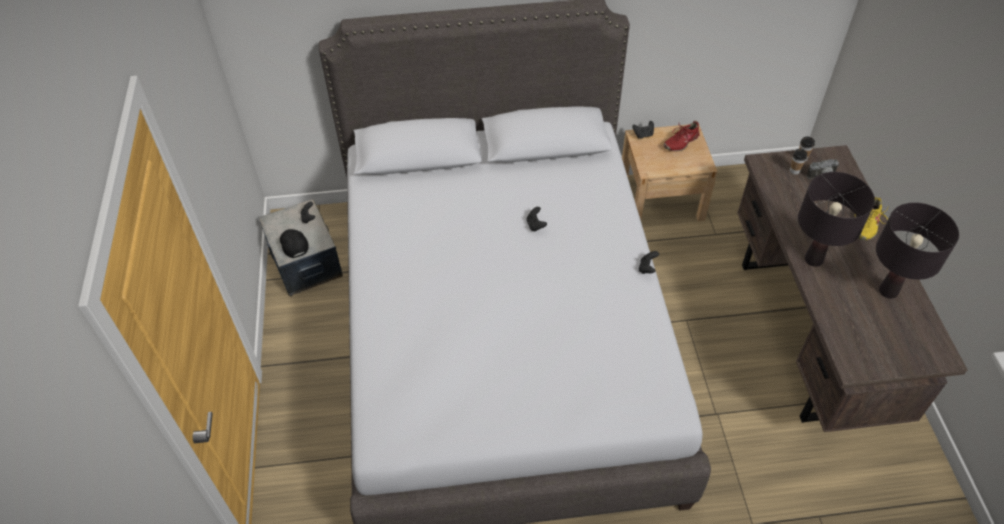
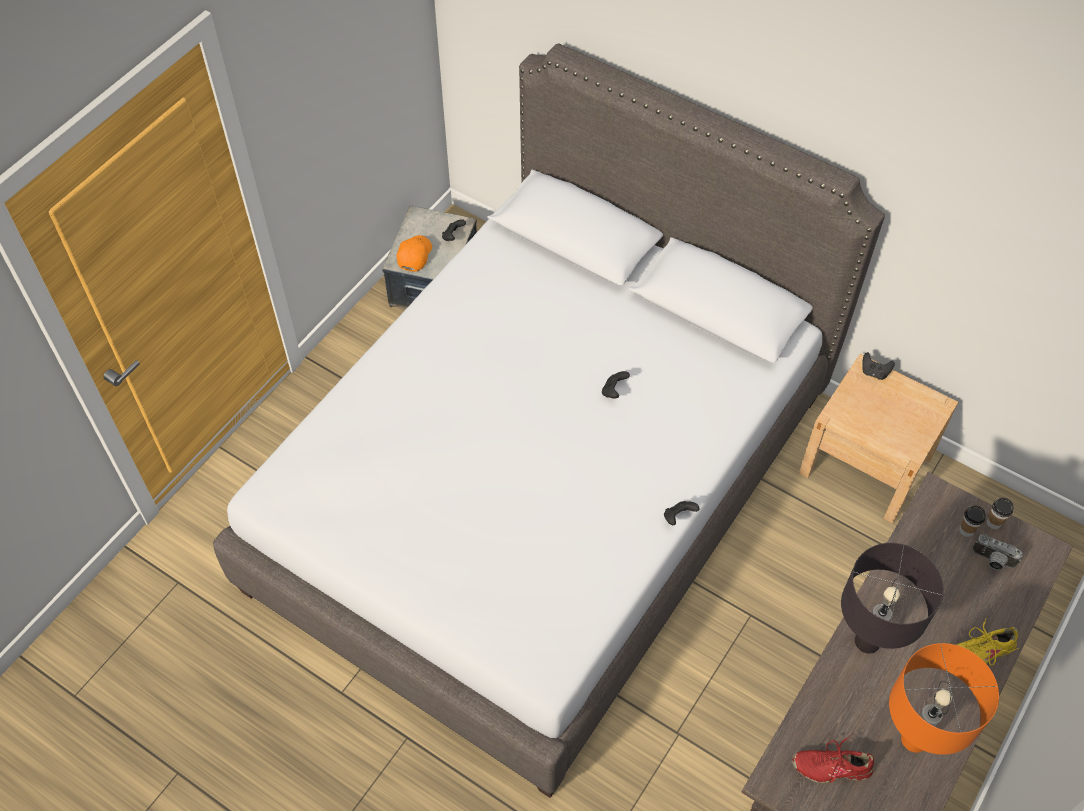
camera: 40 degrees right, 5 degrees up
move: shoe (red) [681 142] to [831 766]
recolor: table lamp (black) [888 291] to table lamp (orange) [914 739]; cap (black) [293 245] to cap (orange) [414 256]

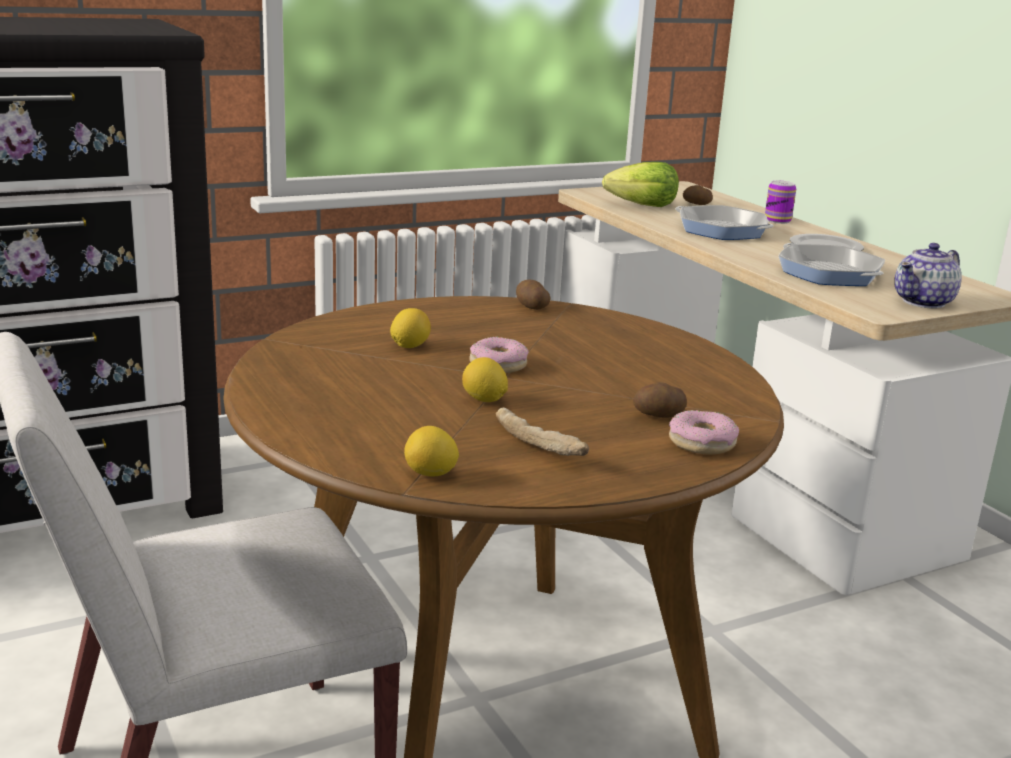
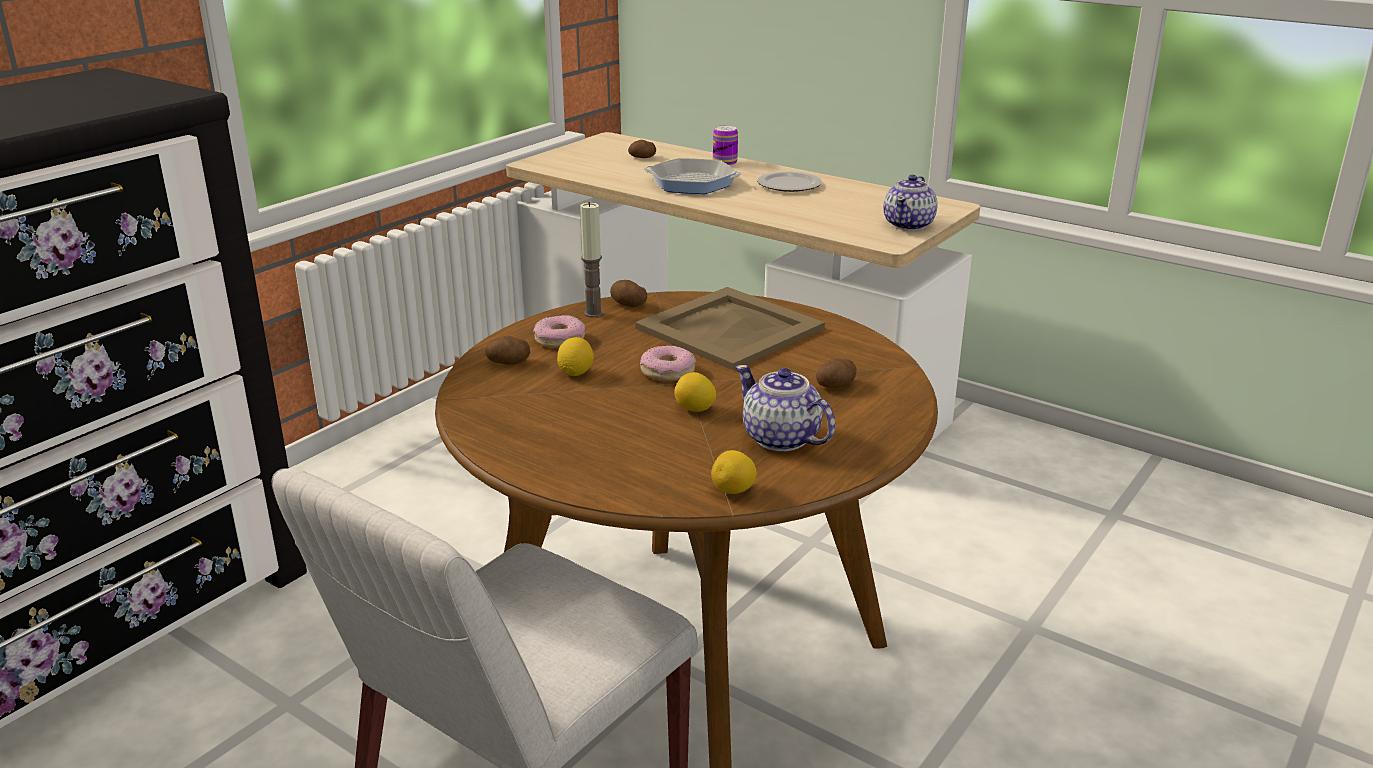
camera: 25 degrees left, 5 degrees up
delete: lettuce [642 206]; frying pan [829 273]
insert: candle [593 313]; tray (beige) [728 328]; potato [508 363]
move: donut [701 442] to [559 339]
replace: bread [539 445] to teapot [781 439]

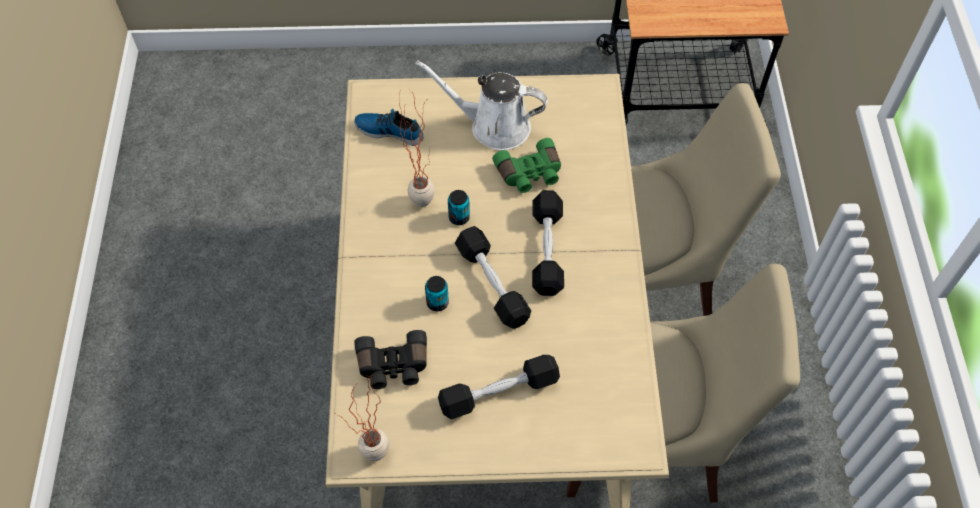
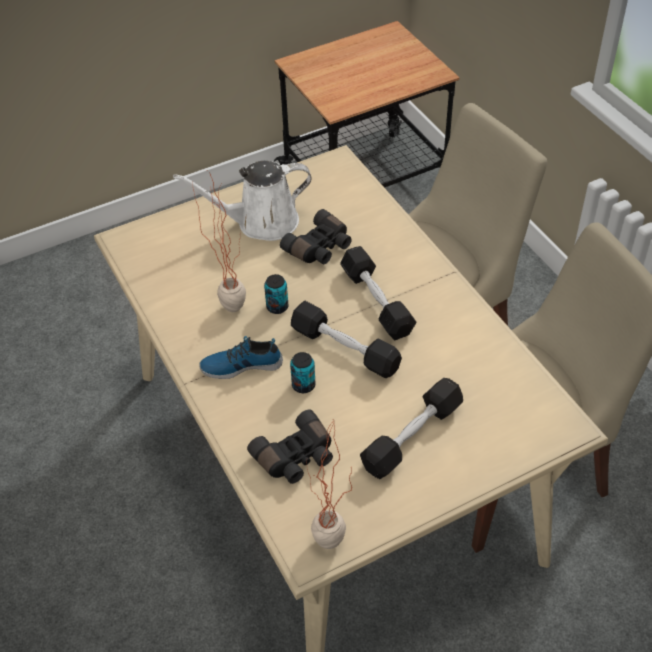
camera: 25 degrees left, 10 degrees down
move: shoe [389 130] to [241 364]
recolor: binoculars (green) [530 174] to binoculars (black) [320 248]

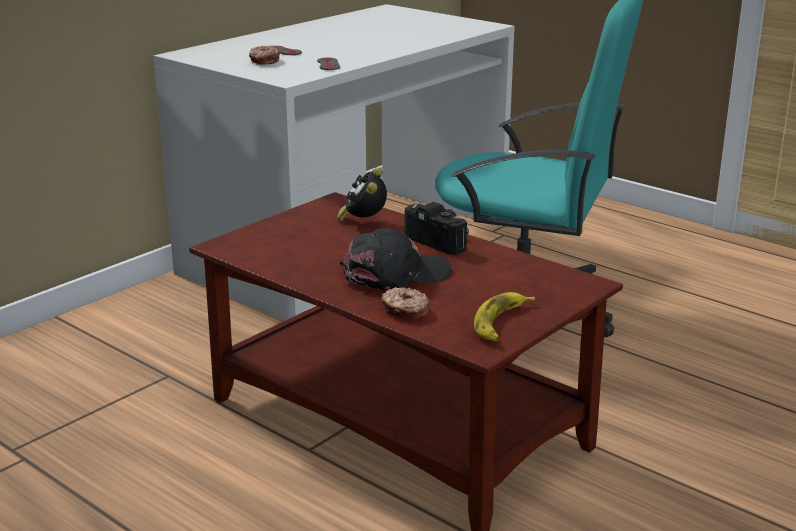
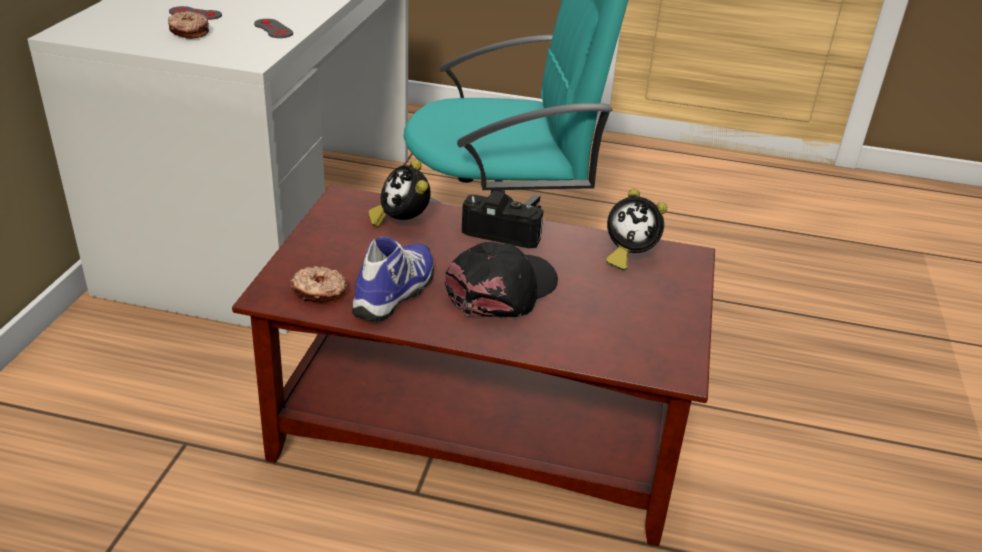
camera: 30 degrees left, 10 degrees up
delete: banana [501 322]
insert: alarm clock [628 256]; shoe [397 293]
move: donut [405 310] to [319 292]

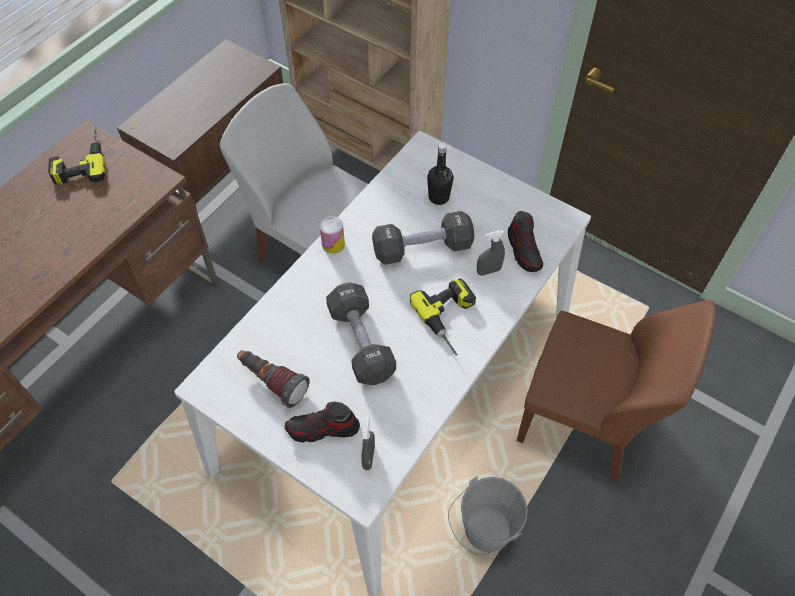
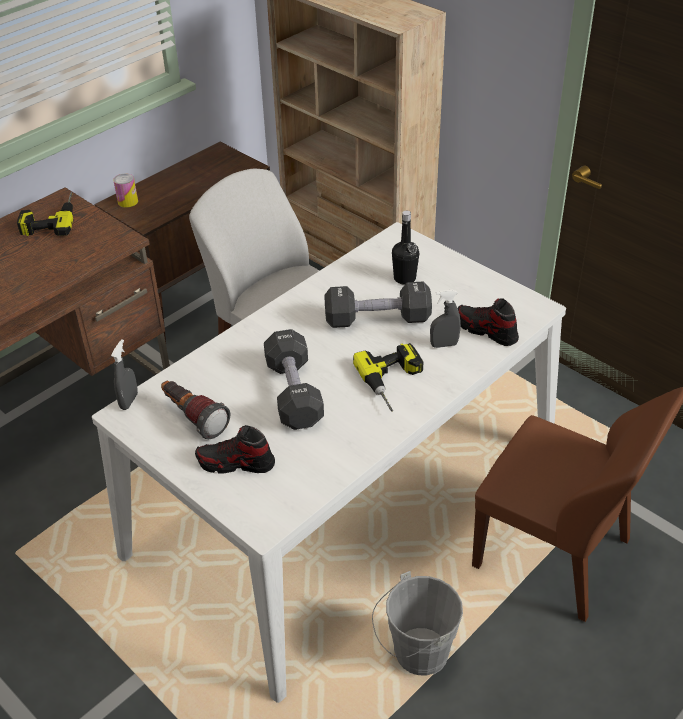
camera: 10 degrees right, 15 degrees down
move: can [333 244] to [128 202]; spray bottle (grey) [368 457] to [129 401]
rotate: shoe [524 250] = [486 331] 135 degrees clockwise

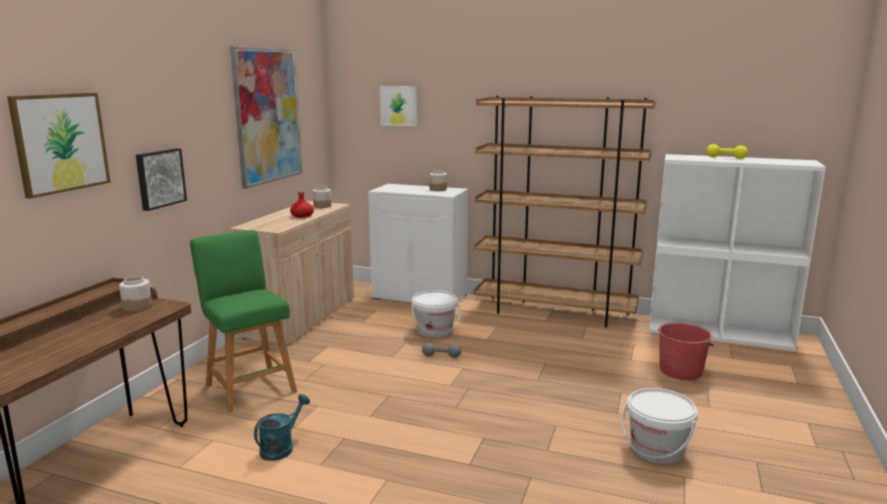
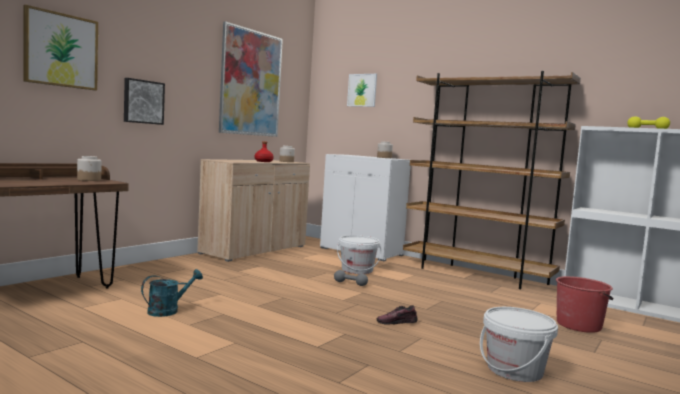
camera: 15 degrees right, 10 degrees down
delete: stool (green) [249 386]
insert: shoe [397 322]

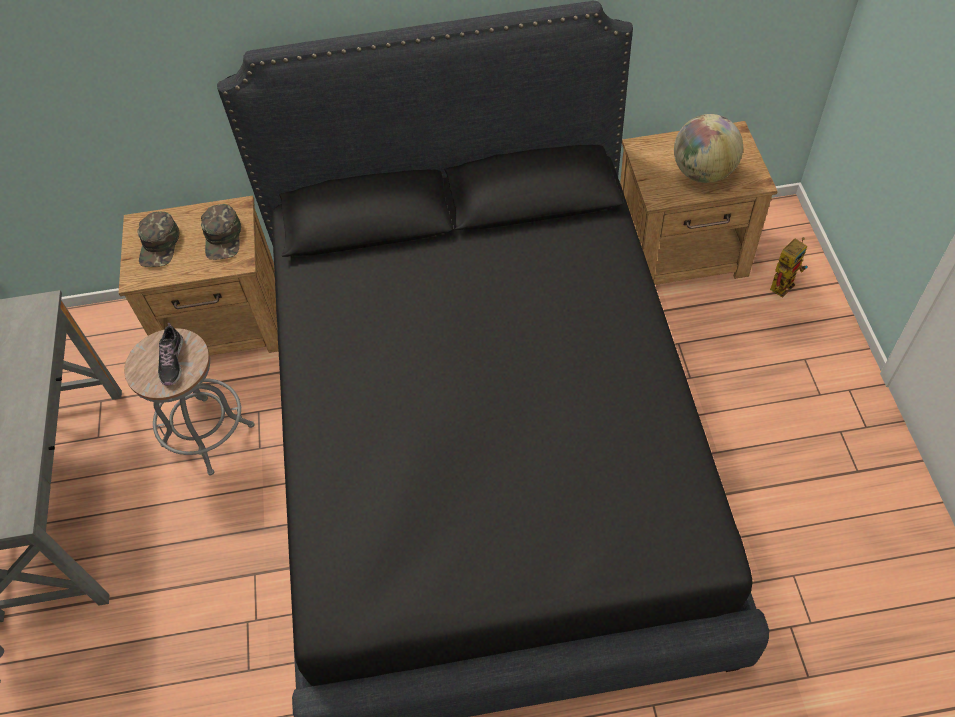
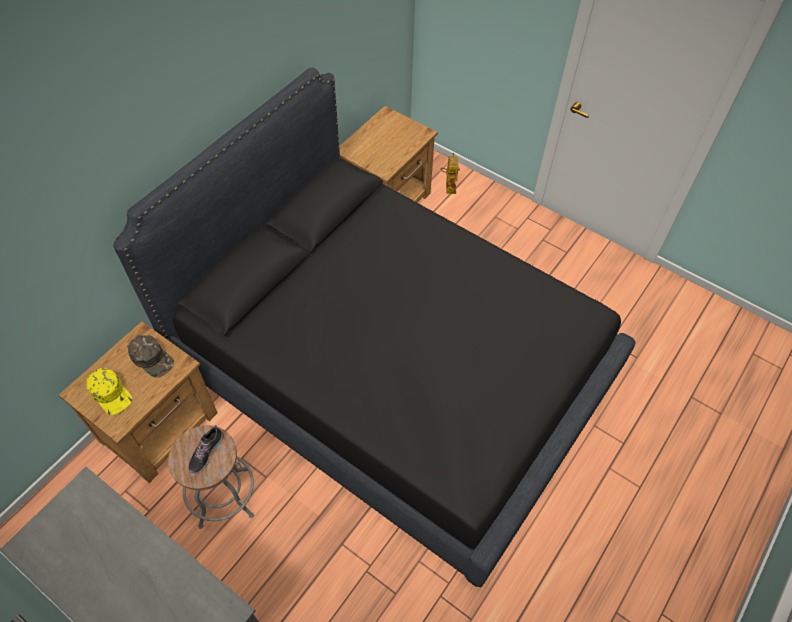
camera: 50 degrees left, 0 degrees up
delete: globe [703 172]
recolor: cap (green) [159 245] to cap (yellow) [111 393]
rotate: shoe [172 361] = [206 452] 75 degrees clockwise

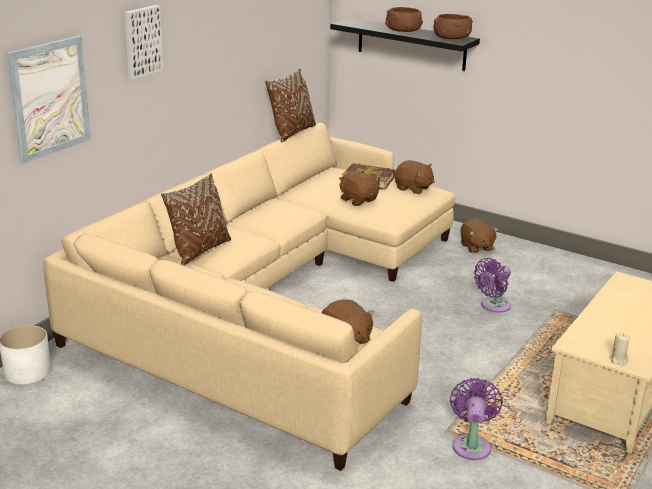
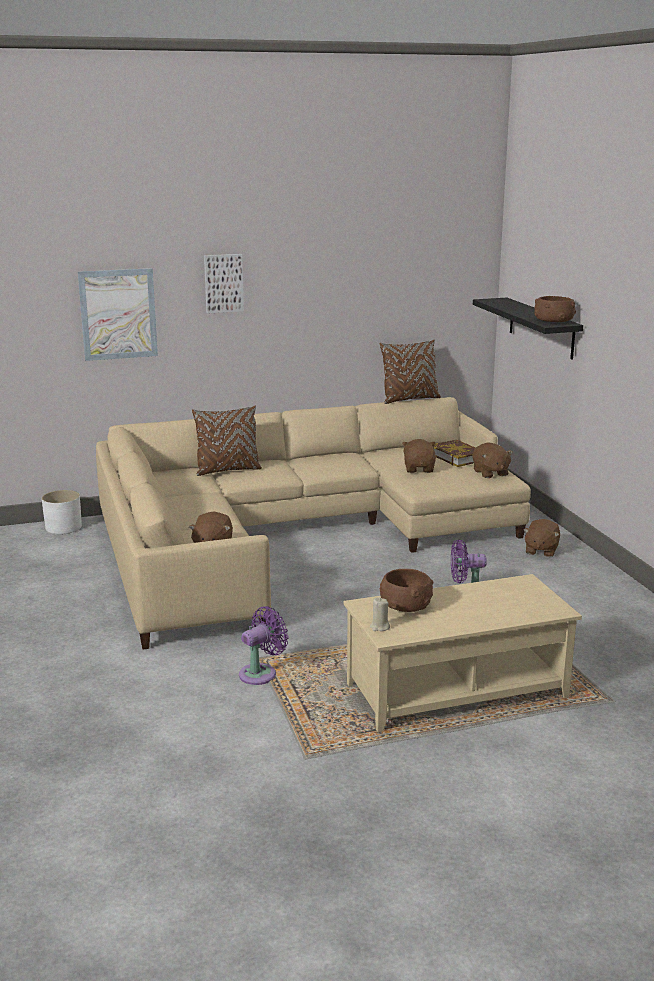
camera: 40 degrees right, 5 degrees down
move: bowl (brown) [402 30] to [405 605]

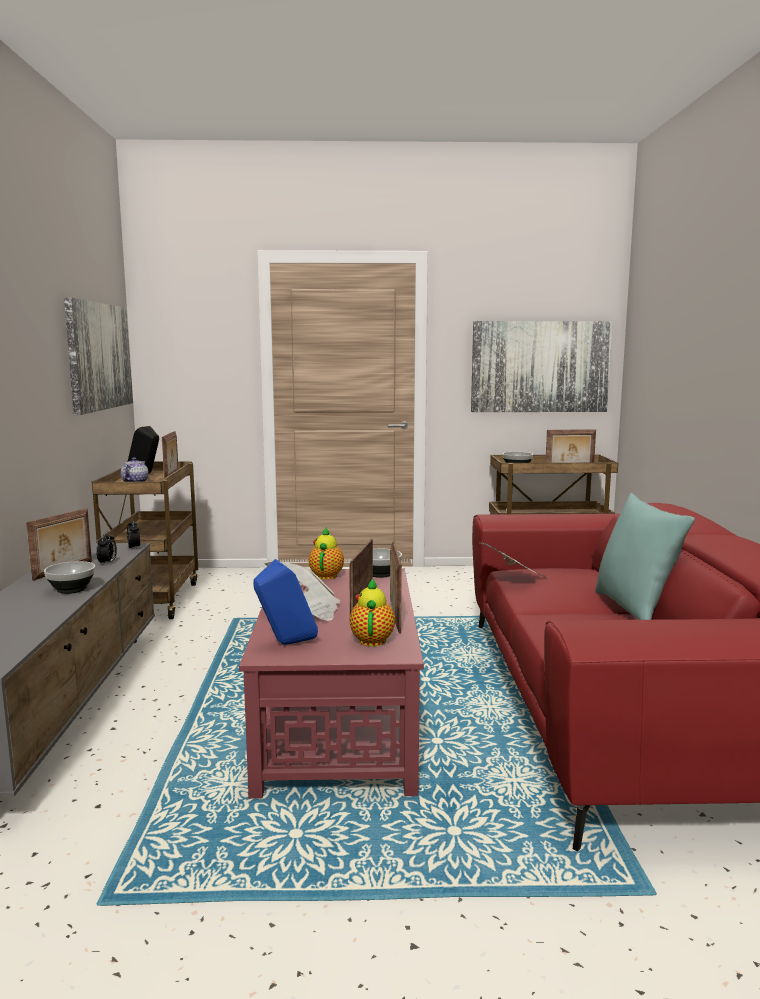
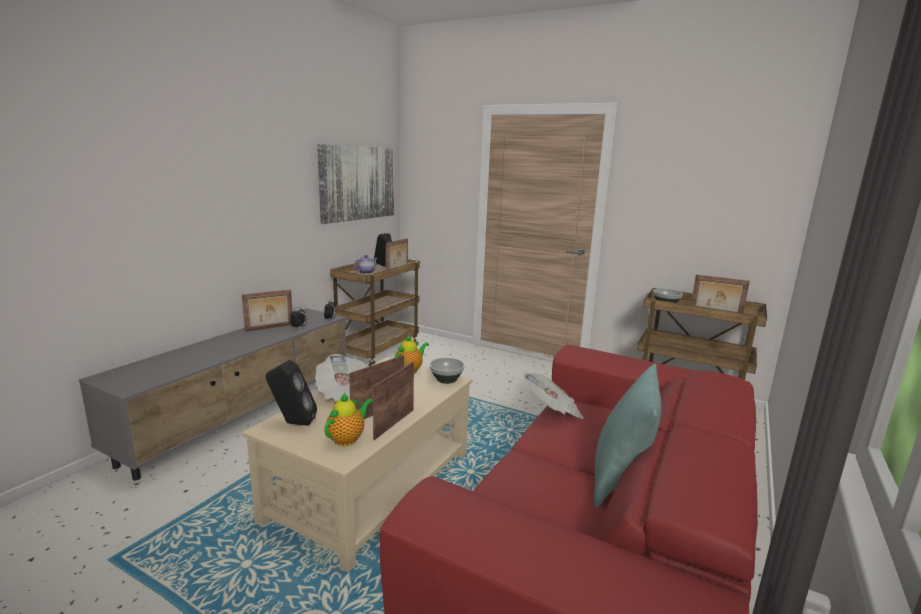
camera: 30 degrees right, 5 degrees up
delete: picture [540 367]; bowl [71 590]
recolor: speaker (blue) [285 644] to speaker (black) [292 423]; coffee table (red) [337 723] to coffee table (beige) [371 486]

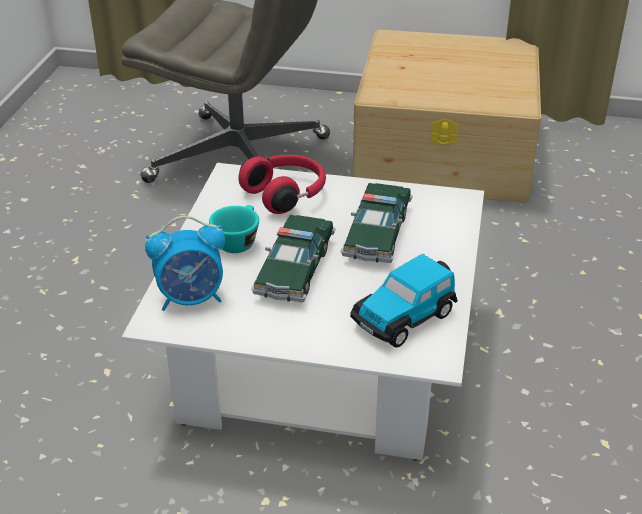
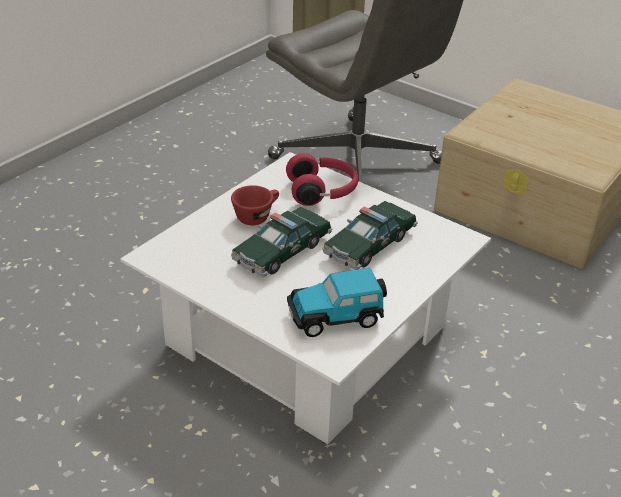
camera: 25 degrees right, 0 degrees up
delete: alarm clock [191 299]
recolor: cup (turquoise) [238 240] to cup (red) [256 216]

